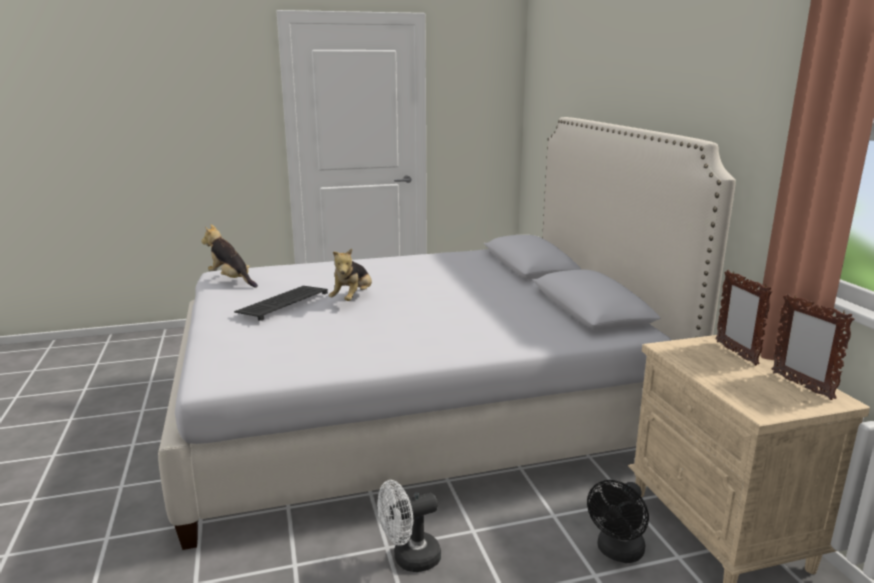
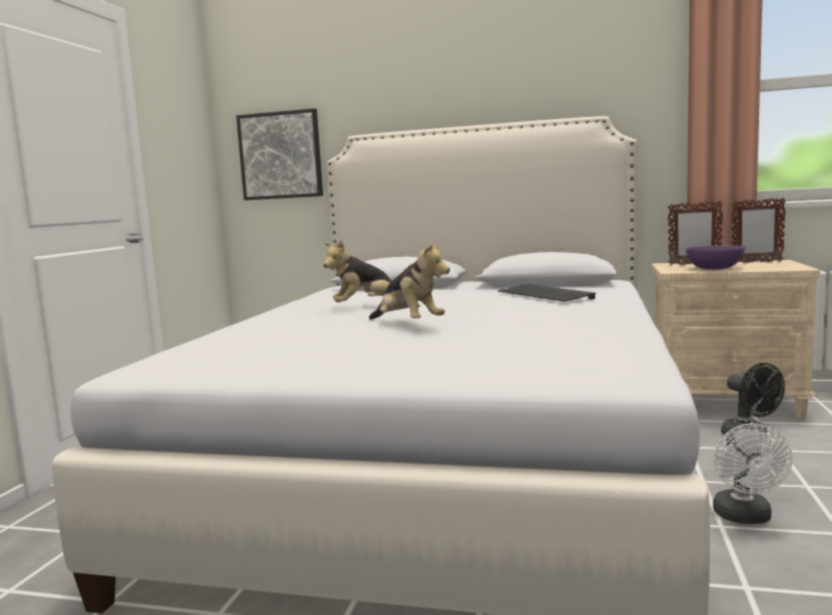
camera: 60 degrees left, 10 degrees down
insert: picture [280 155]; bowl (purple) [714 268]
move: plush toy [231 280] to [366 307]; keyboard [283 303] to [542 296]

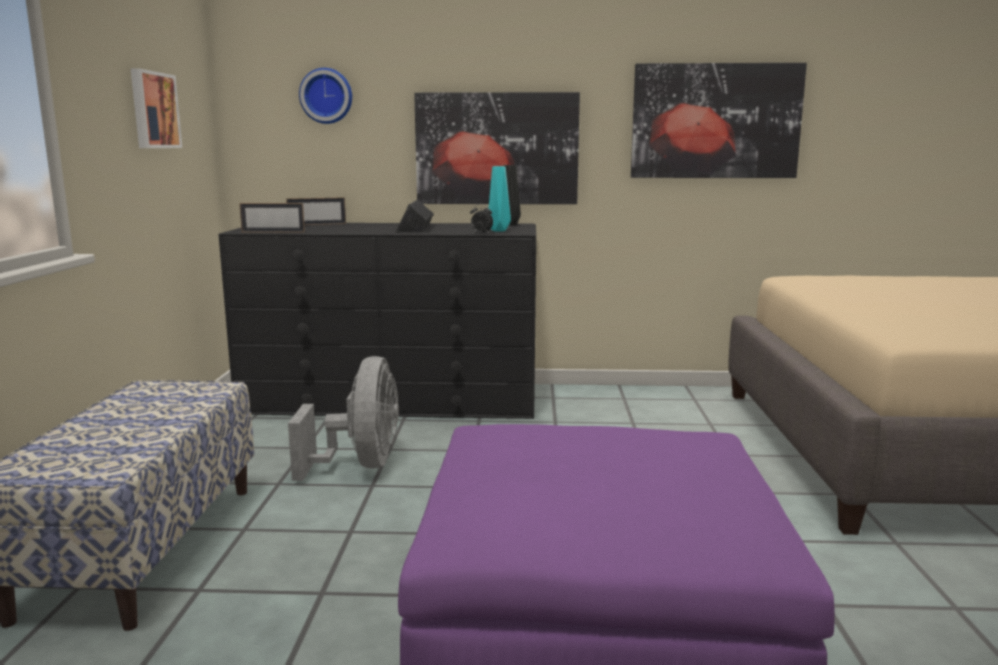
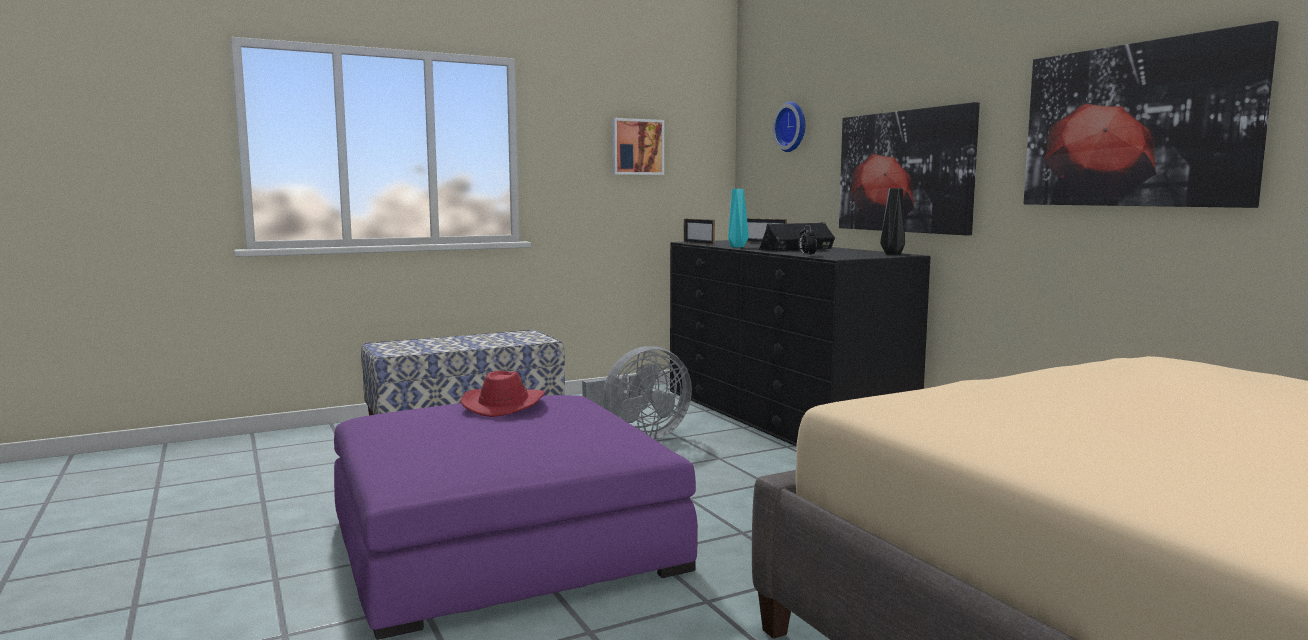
camera: 60 degrees right, 5 degrees down
insert: hat (red) [504 405]
move: vase (turquoise) [499 230] to [736 247]

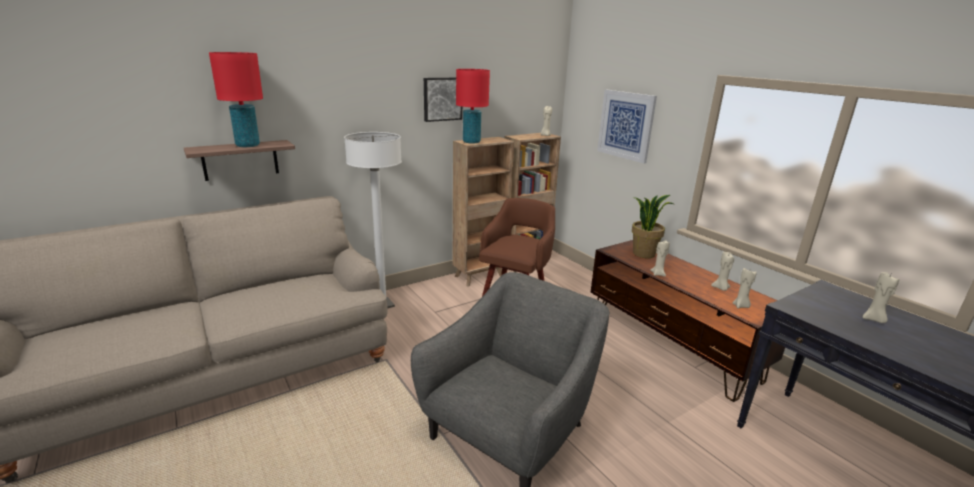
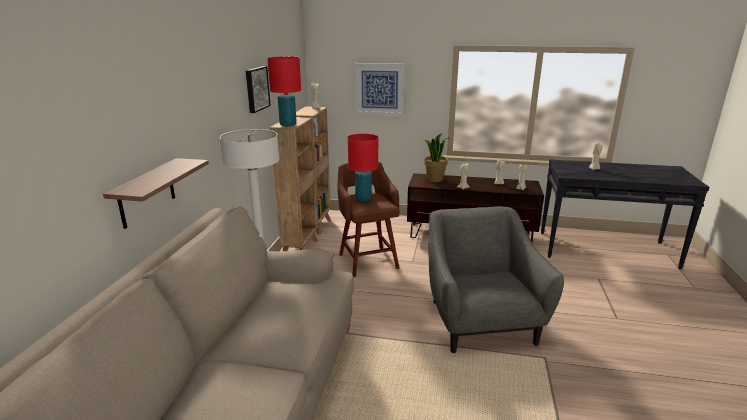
camera: 45 degrees left, 0 degrees up
move: table lamp (red) [248 145] to [363 199]

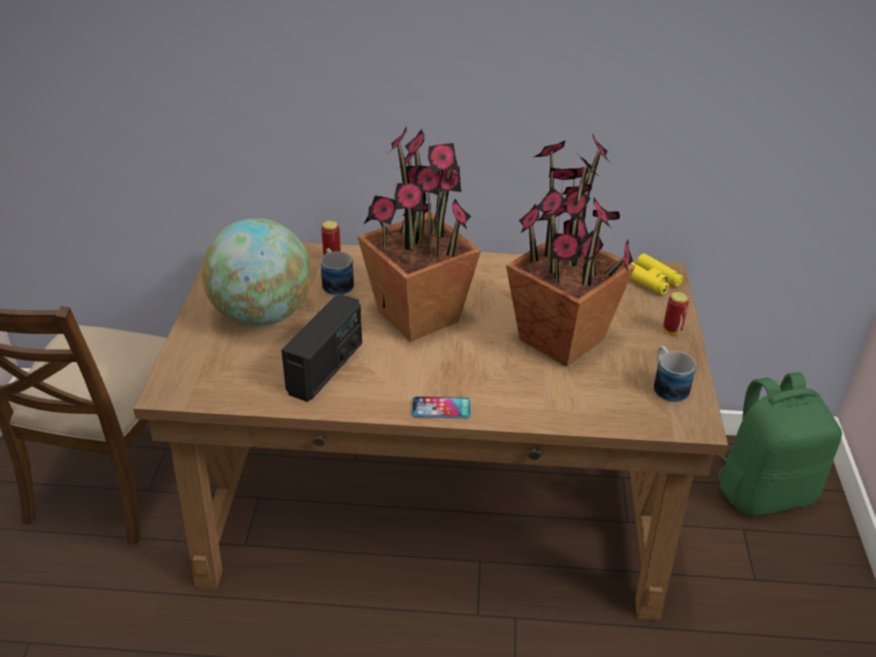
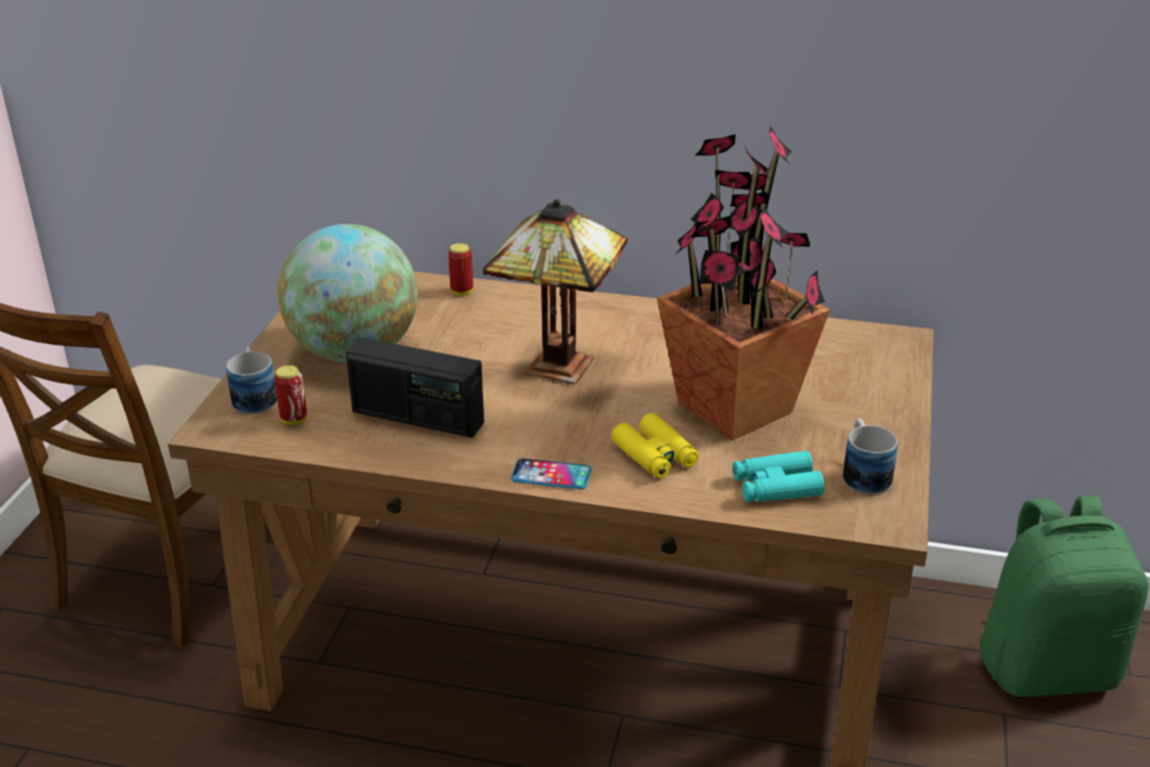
camera: 10 degrees right, 5 degrees down
insert: binoculars (turquoise) [776 487]
move: mug [335 283] to [254 396]; binoculars (yellow) [651 280] to [655 455]; can [672 330] to [294 419]
replace: potted plant [419 316] to table lamp [554 367]
rotate: radio [326 368] = [417 418] 75 degrees clockwise

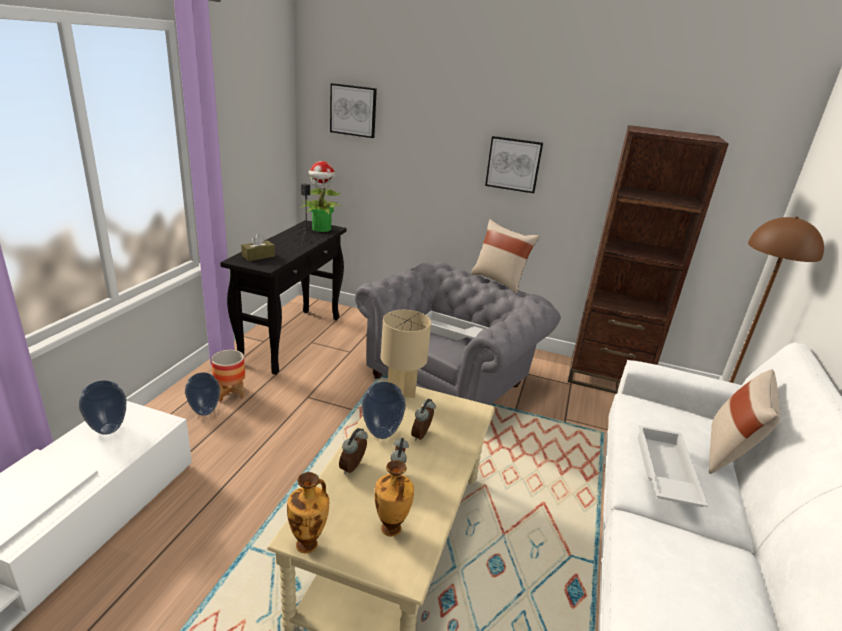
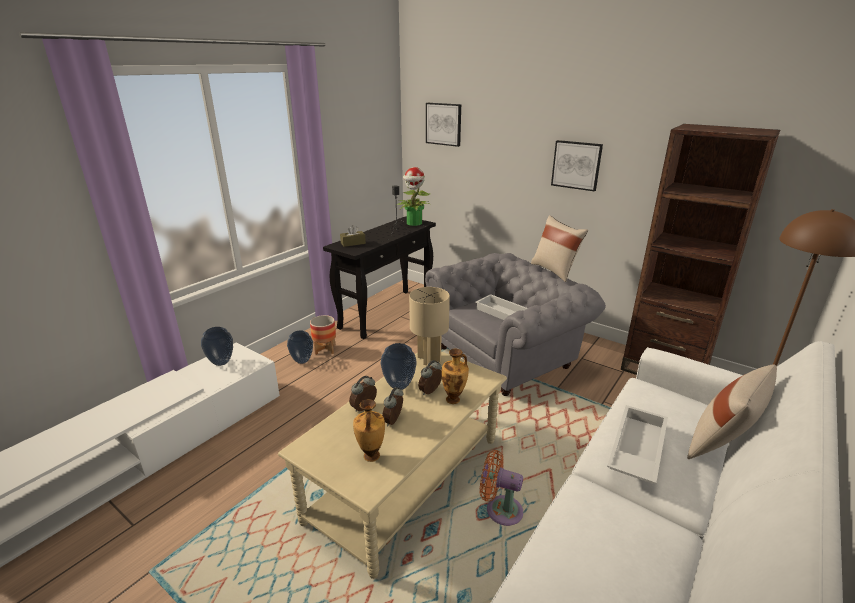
camera: 20 degrees right, 0 degrees up
insert: fan (orange) [500 509]
move: vase [308 544] to [454 399]

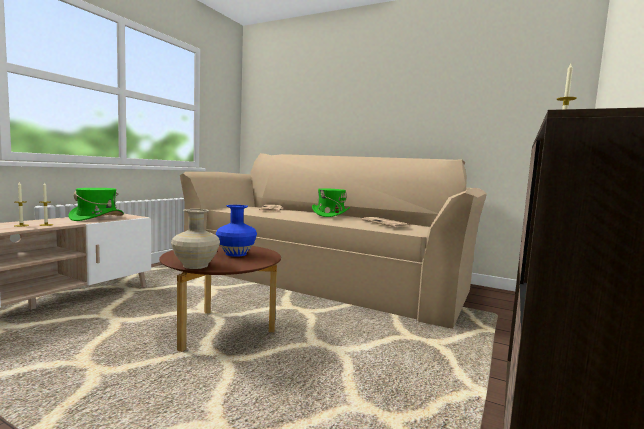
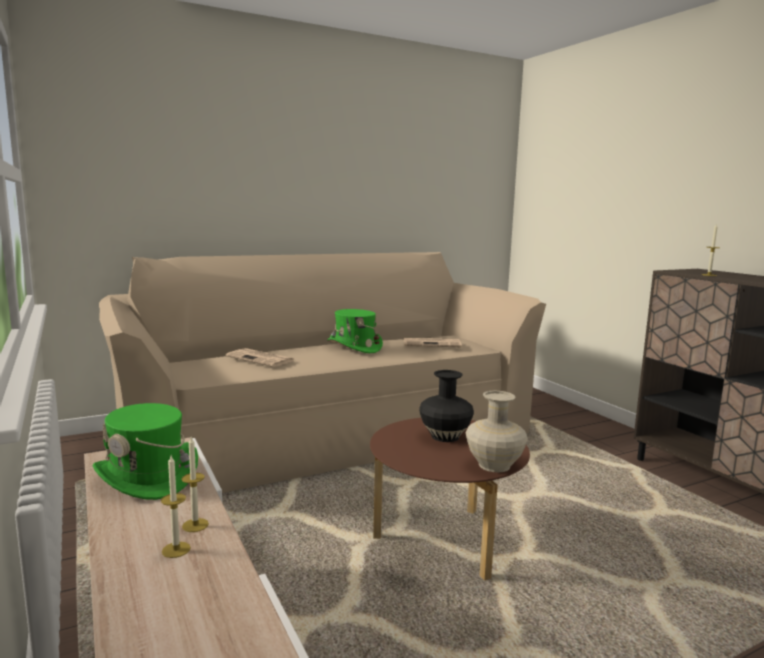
camera: 55 degrees left, 5 degrees up
recolor: vase (blue) [235 254] to vase (black) [444 436]

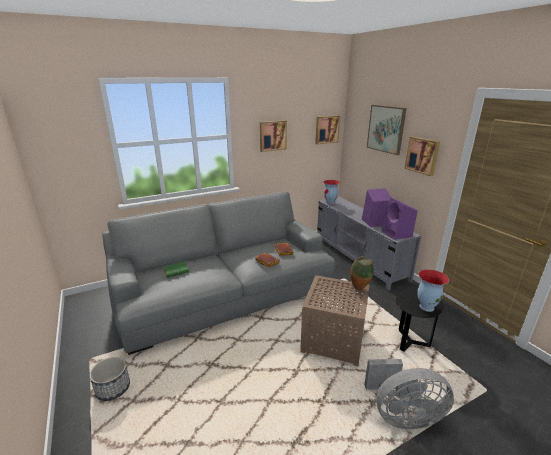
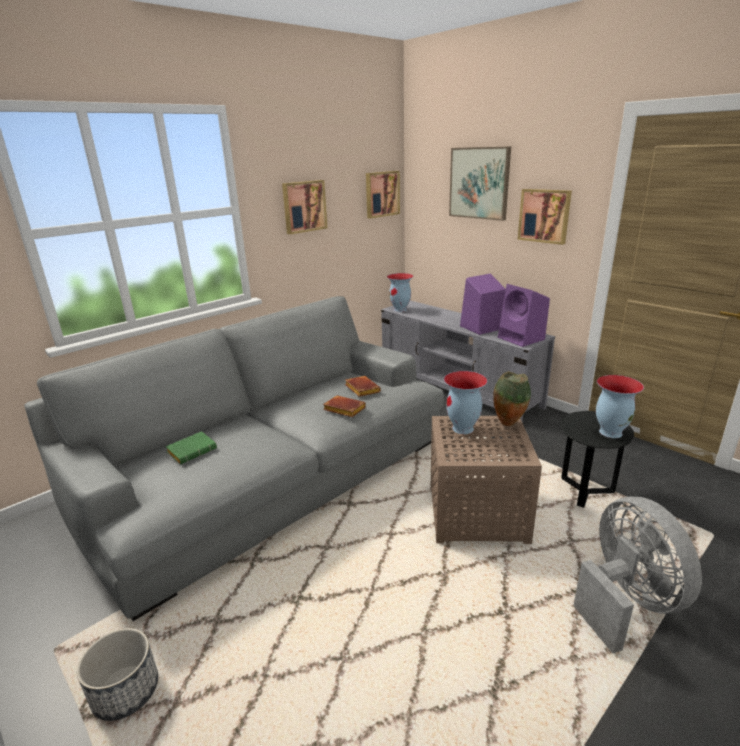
camera: 15 degrees left, 0 degrees up
insert: vase [463 429]
rotate: fan (grey) [402 415] = [626 601] 90 degrees counterclockwise

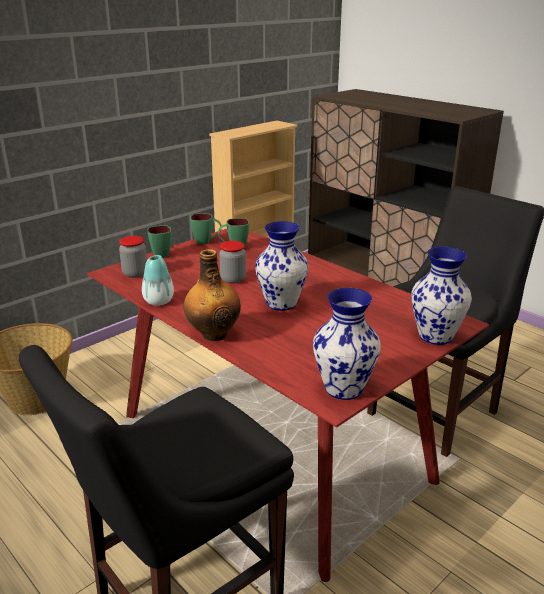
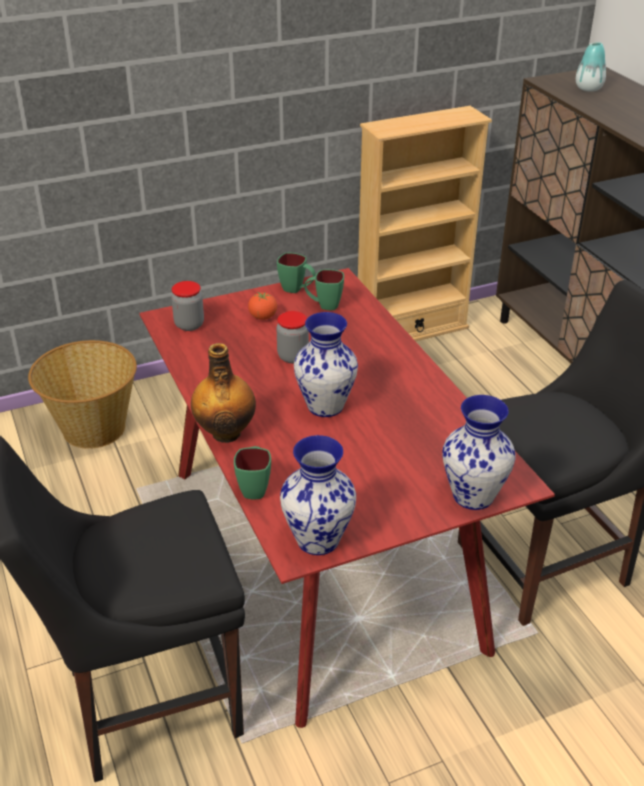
camera: 20 degrees right, 10 degrees up
insert: tomato [263 317]
move: mug (green) [160 253] to [254 487]; vase [158 301] to [588 88]

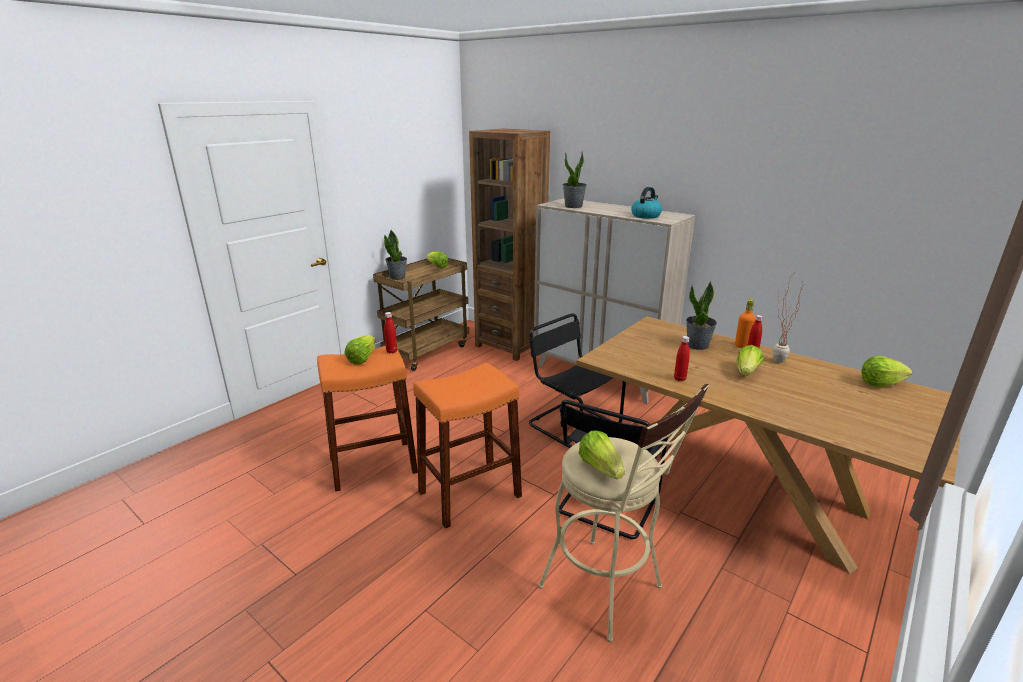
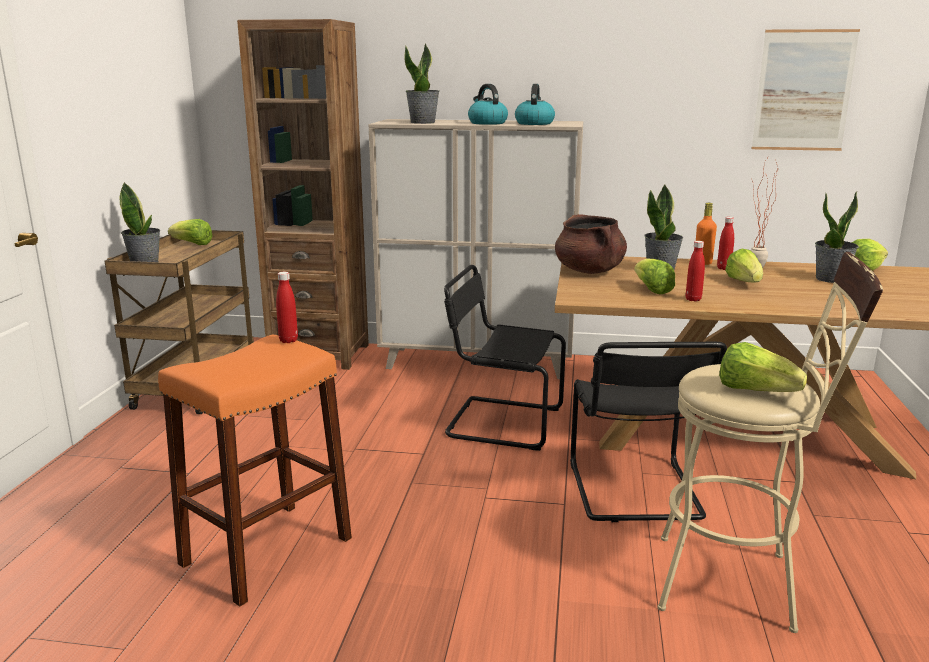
camera: 30 degrees left, 5 degrees down
delete: stool (orange) [470 494]
insert: picture [803 91]; kettle [487 123]; potted plant [831 279]; cooking pot (brown) [589 271]
move: lettuce [362 358] to [651 289]

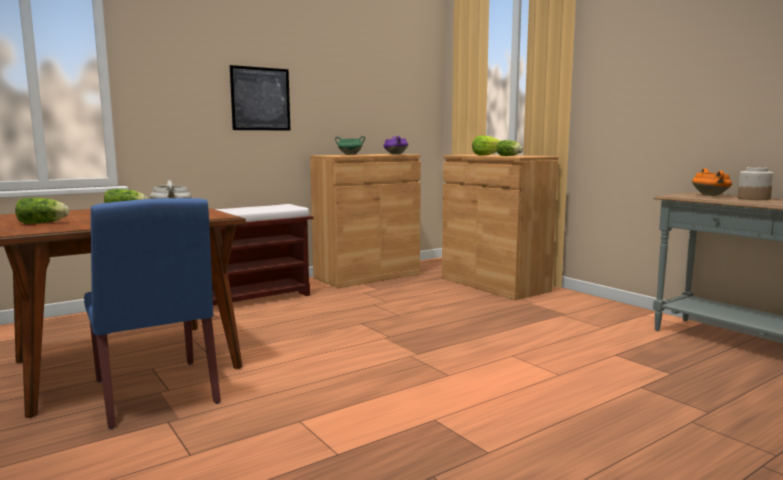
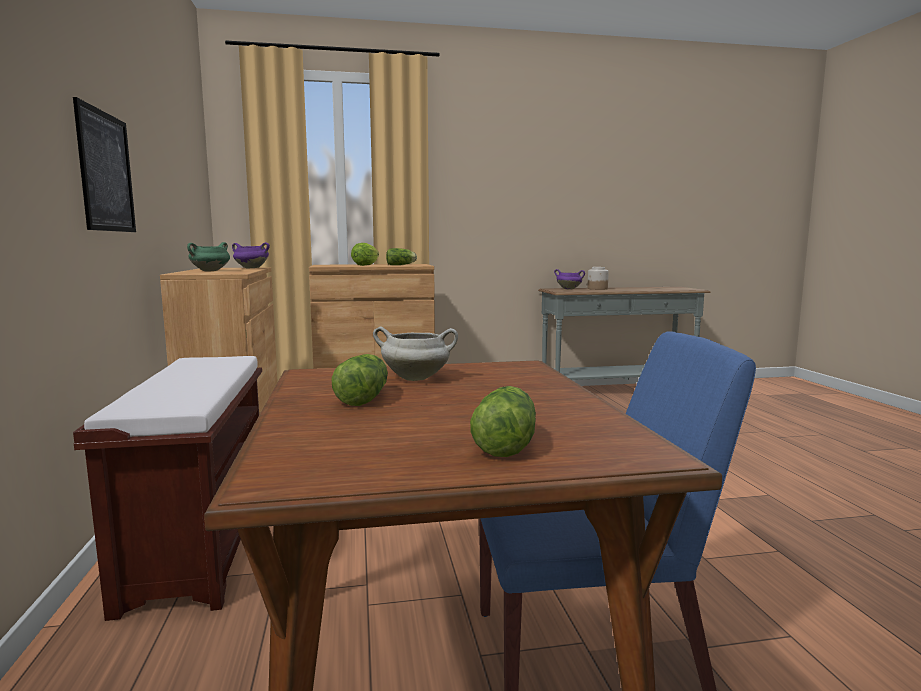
camera: 65 degrees left, 0 degrees up
recolor: cooking pot (orange) [711 195] to cooking pot (purple) [569 289]

